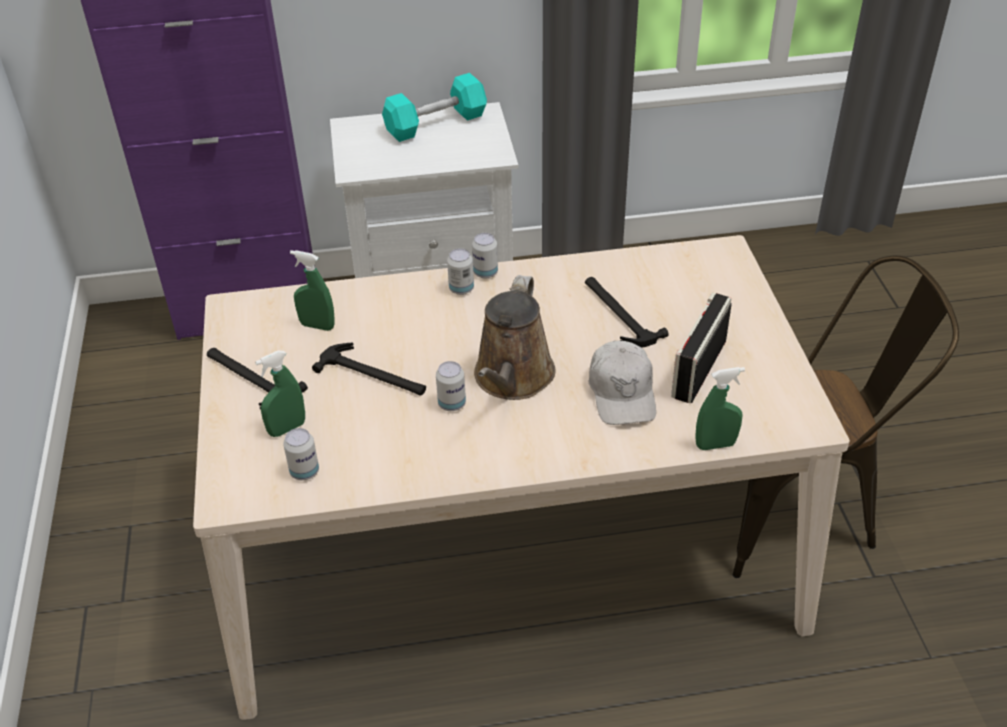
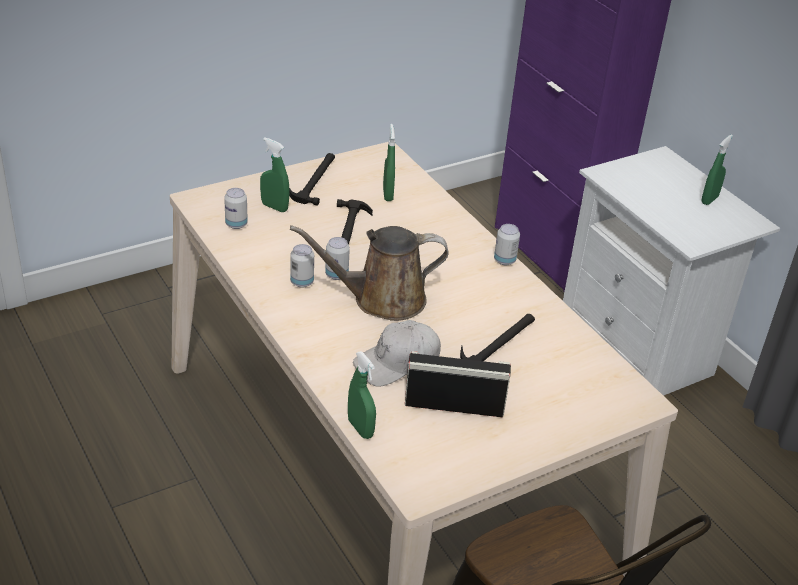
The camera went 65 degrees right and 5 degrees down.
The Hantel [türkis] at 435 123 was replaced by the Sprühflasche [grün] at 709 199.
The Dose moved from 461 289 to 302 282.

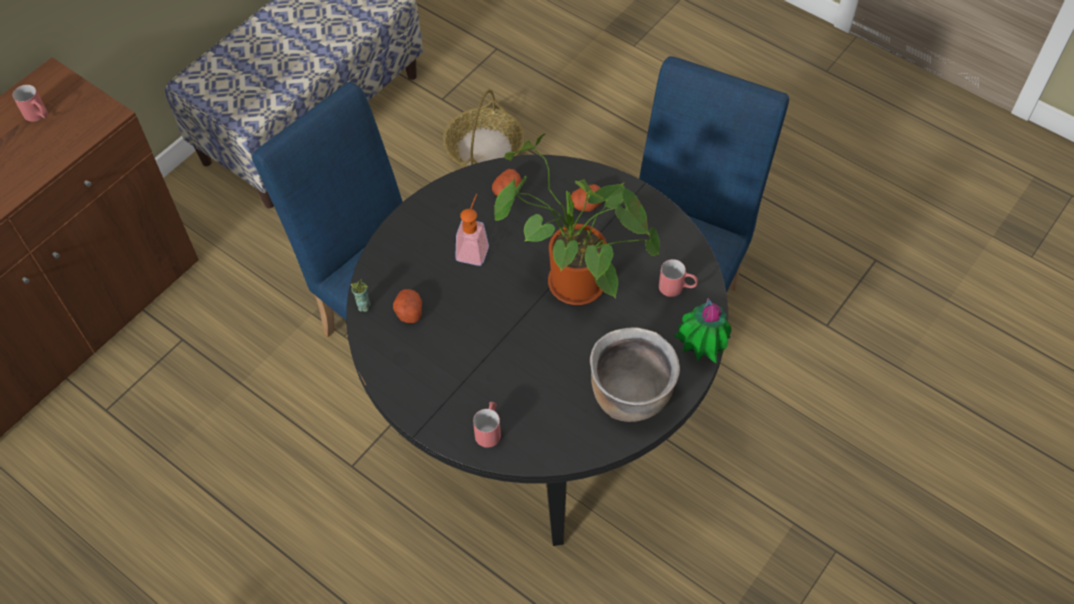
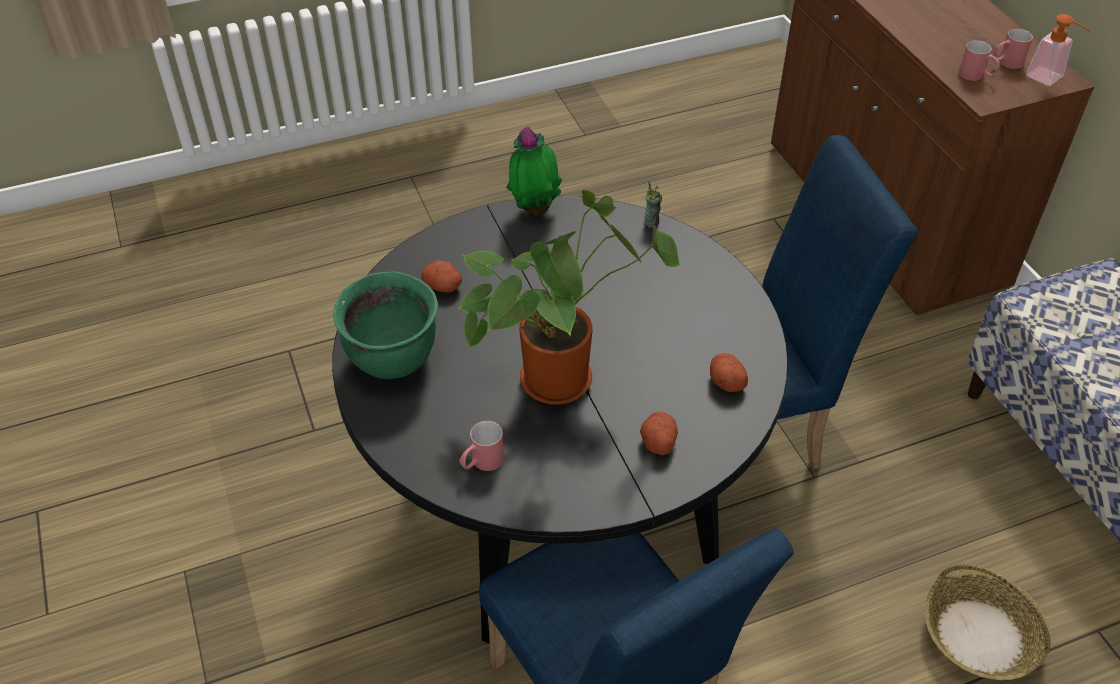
The camera went 120 degrees right and 10 degrees down.
The Seifenspender moved from 474 248 to 1050 79.
The Kartoffel moved from 408 311 to 443 286.
The Topfpflanze moved from 699 354 to 535 209.
The Kochtopf [braun] at 630 396 became the Kochtopf [grün] at 393 359.
The Henkelbecher [rot] moved from 489 429 to 976 76.

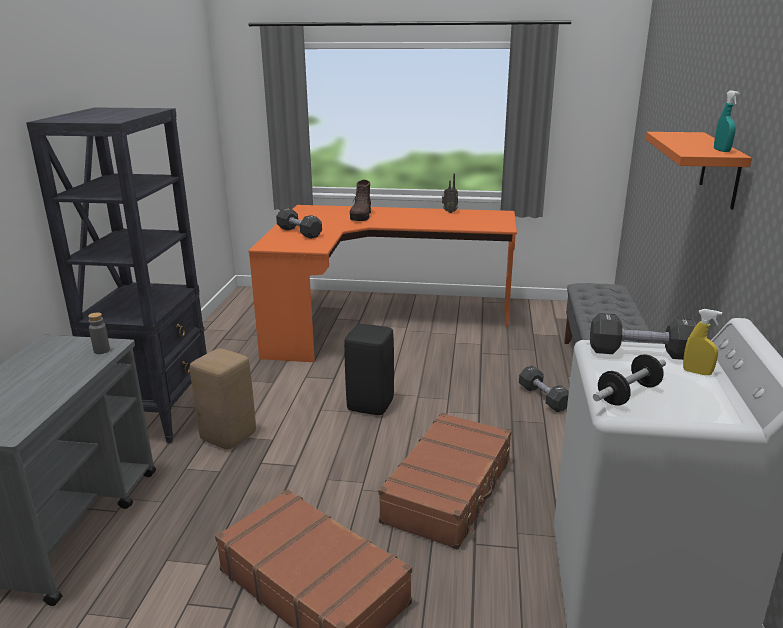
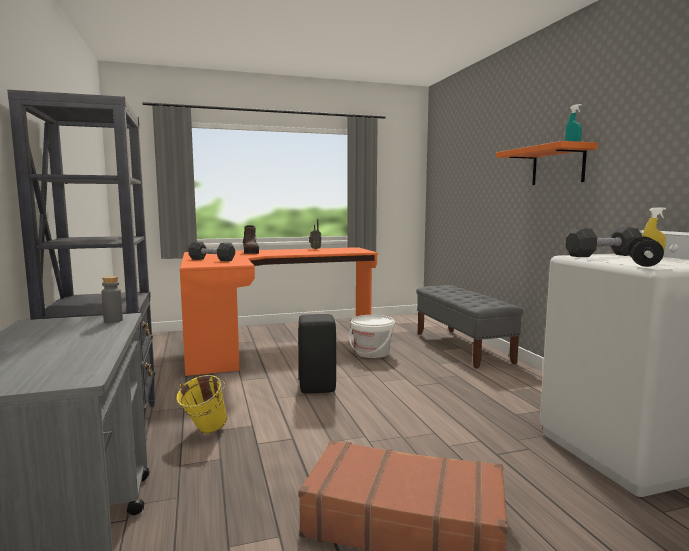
The camera went 25 degrees left and 15 degrees down.
The Hocker [beige] at 227 437 was replaced by the Eimer [gelb] at 204 432.
The Hantel [schwarz] at 543 398 disappeared.
The Koffer [braun] at 449 490 disappeared.
The Eimer [weiß] at 372 353 appeared.

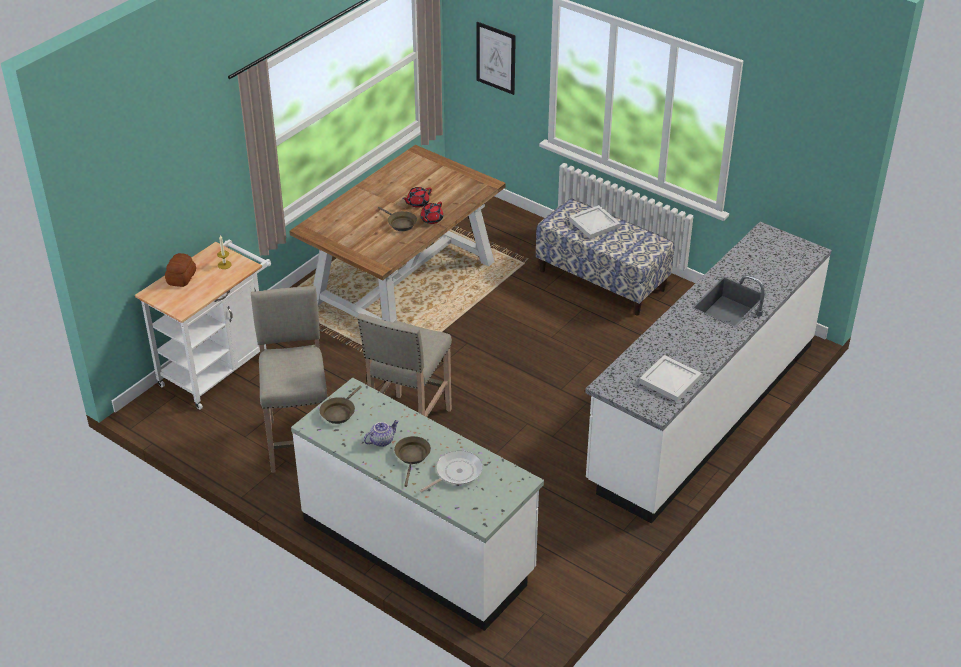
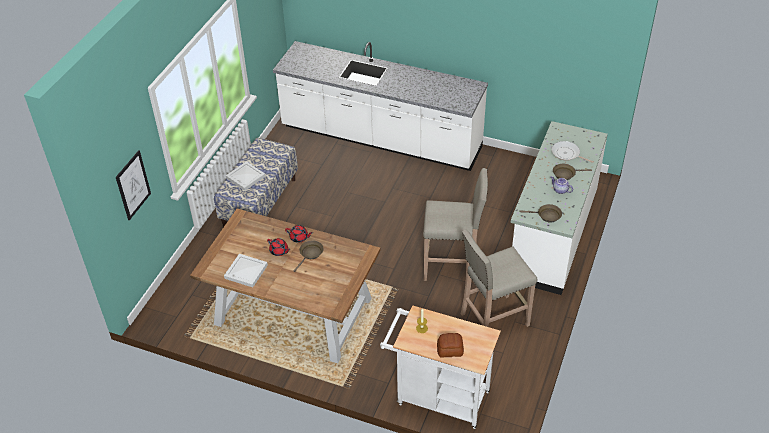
The camera went 105 degrees left and 5 degrees up.
The Tablett [weiß] moved from 670 381 to 247 271.

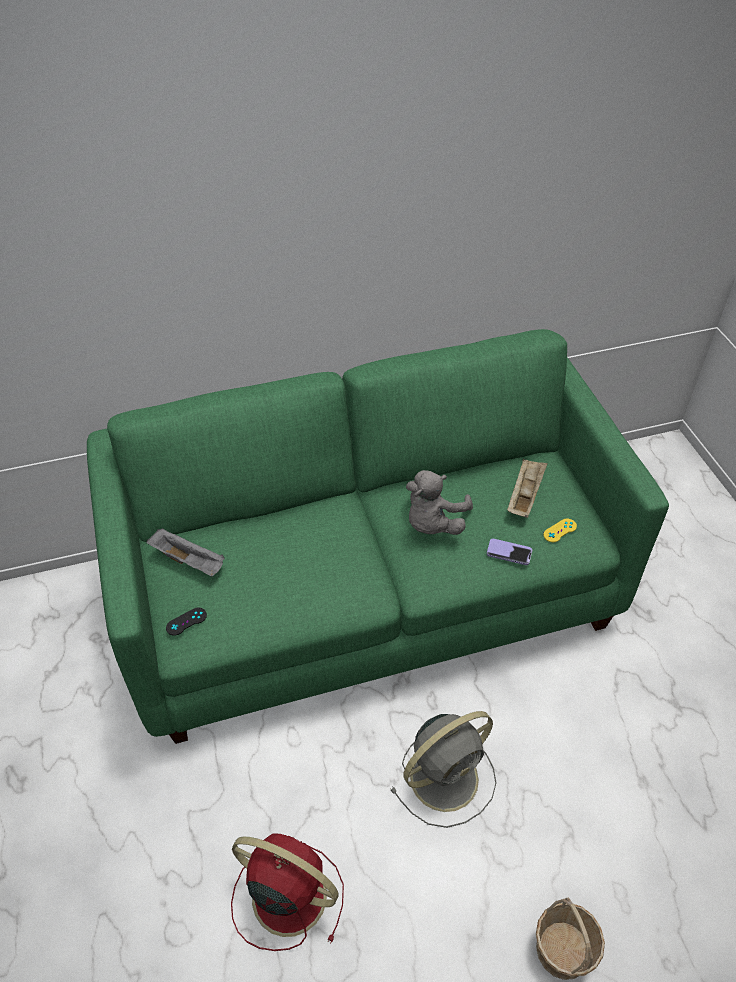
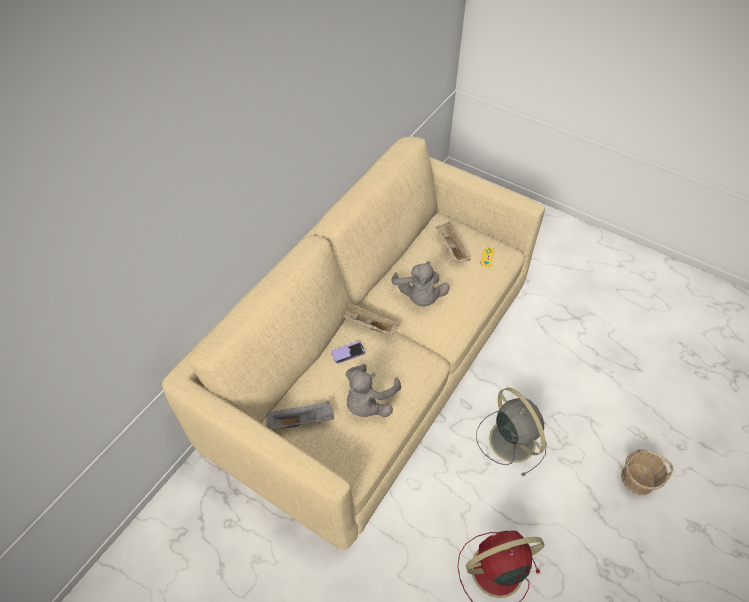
The camera went 40 degrees left and 5 degrees up.
The Sofa [grün] at 369 594 became the Sofa [beige] at 374 369.
The Handy moved from 509 553 to 348 353.
The Gamepad [schwarz] at 186 621 disappeared.
The Ventilator [grau] at 446 776 turned 45 degrees counterclockwise.
The Tablett [beige] at 368 325 appeared.
The Plüschtier [grau] at 368 402 appeared.

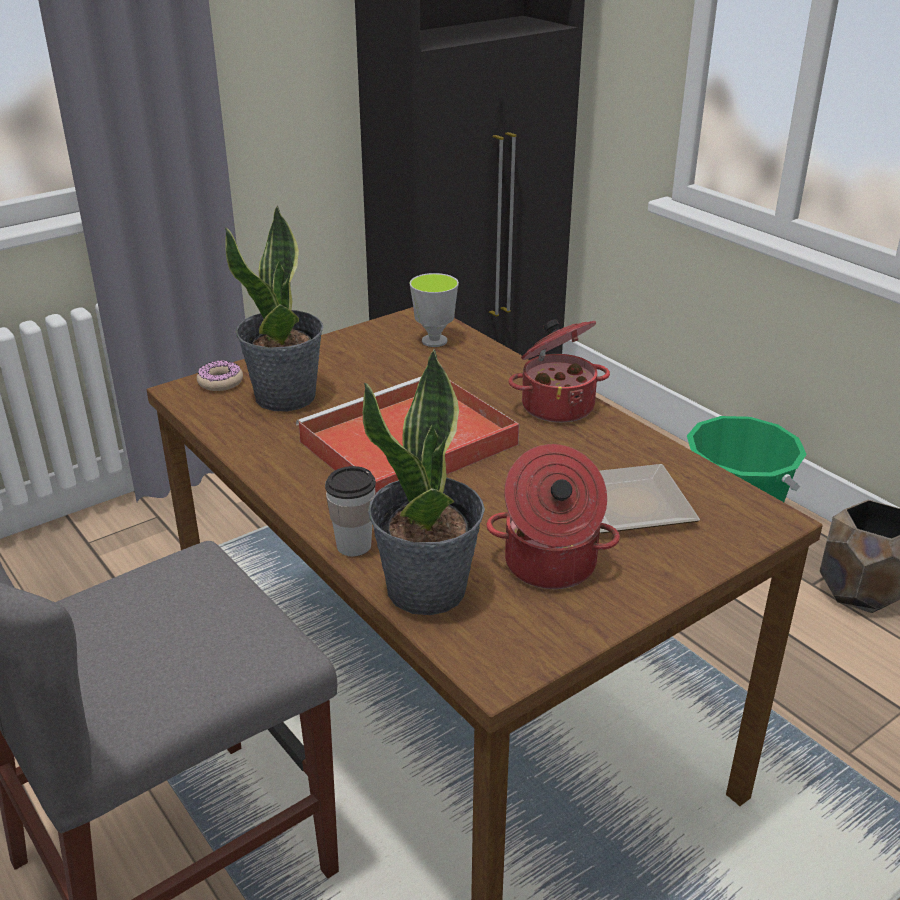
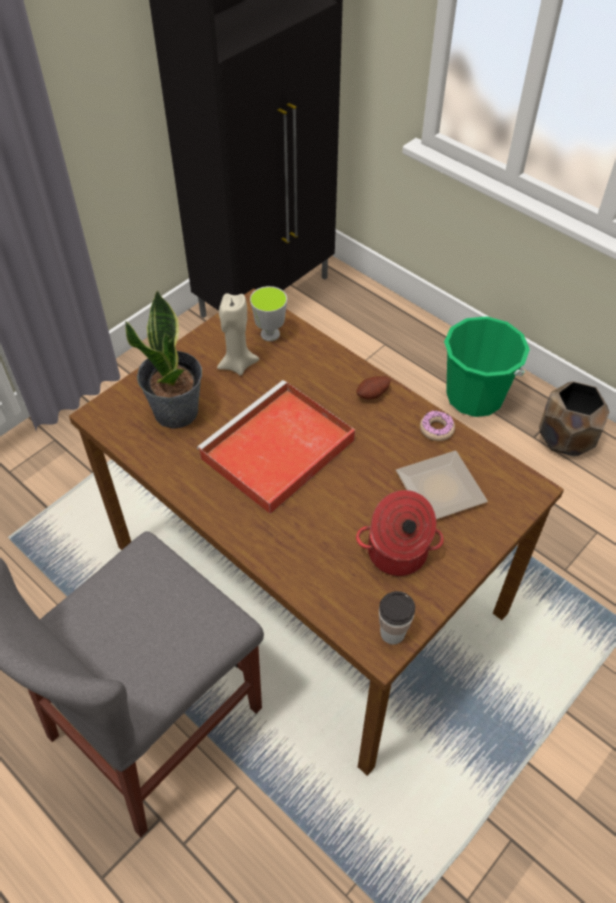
The camera went 10 degrees left and 20 degrees up.
The Kochtopf at 557 405 was replaced by the Kartoffel at 373 395.
The Topfpflanze at 428 589 disappeared.
The Donut moved from 220 382 to 436 429.
The Tasse moved from 354 545 to 392 633.
The Kerze [beige] at 237 364 appeared.

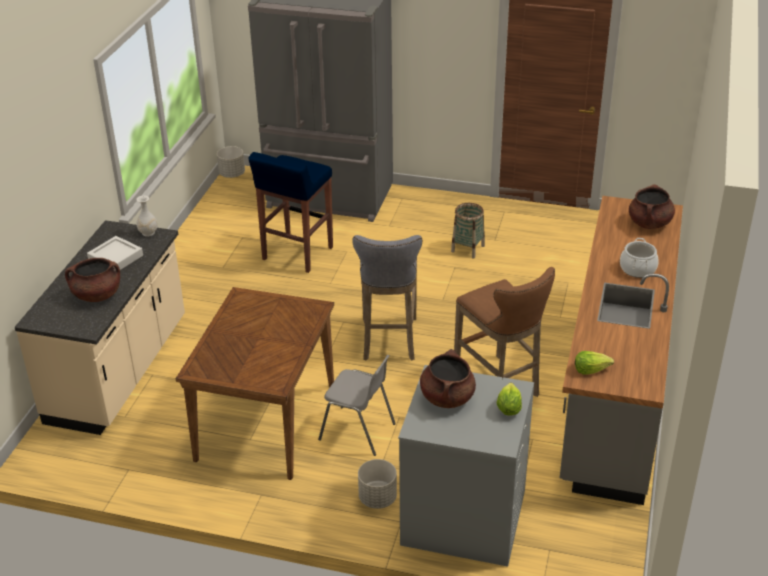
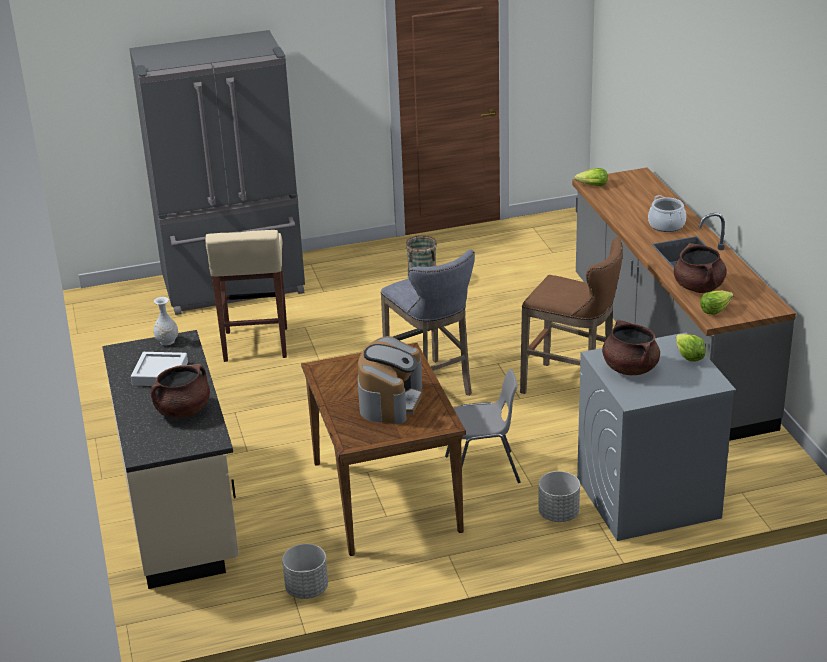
The camera went 30 degrees left and 5 degrees down.
The Pflanzkübel [grau] moved from 232 174 to 306 589.
The Hocker [blau] at 297 254 became the Hocker [beige] at 255 345.
The Kochtopf [braun] moved from 649 223 to 699 287.
The Salatkopf at 592 185 appeared.
The Kaffeemaschine at 390 401 appeared.

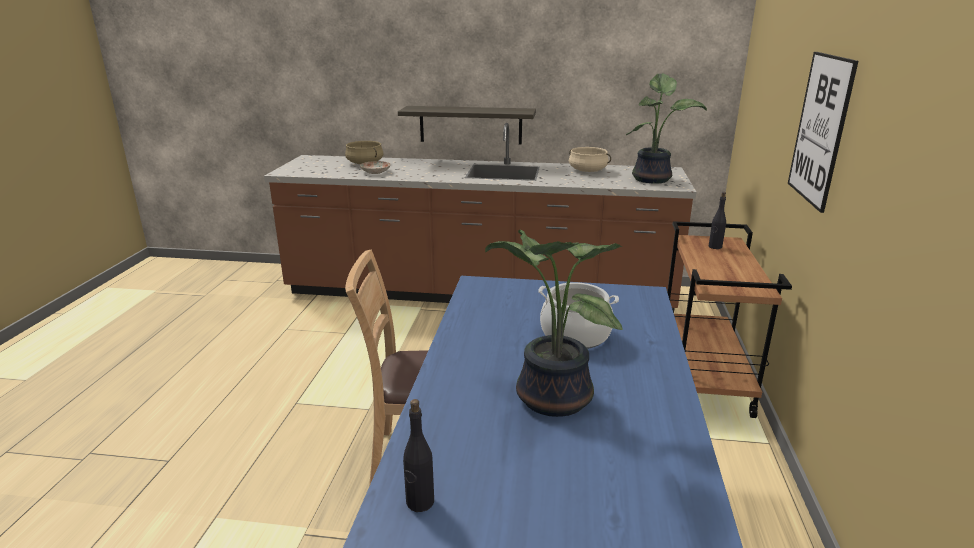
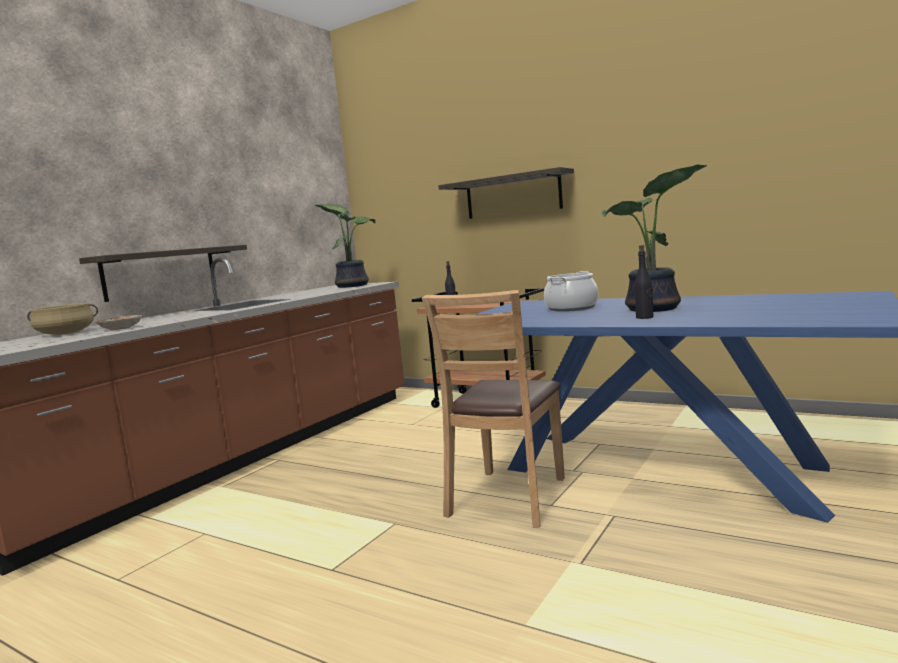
The camera went 65 degrees left and 15 degrees down.
The Bild at 820 129 was replaced by the Wandregal at 513 195.
The Kochtopf [beige] at 588 170 disappeared.
The Flasche [schwarz] moved from 420 502 to 645 317.

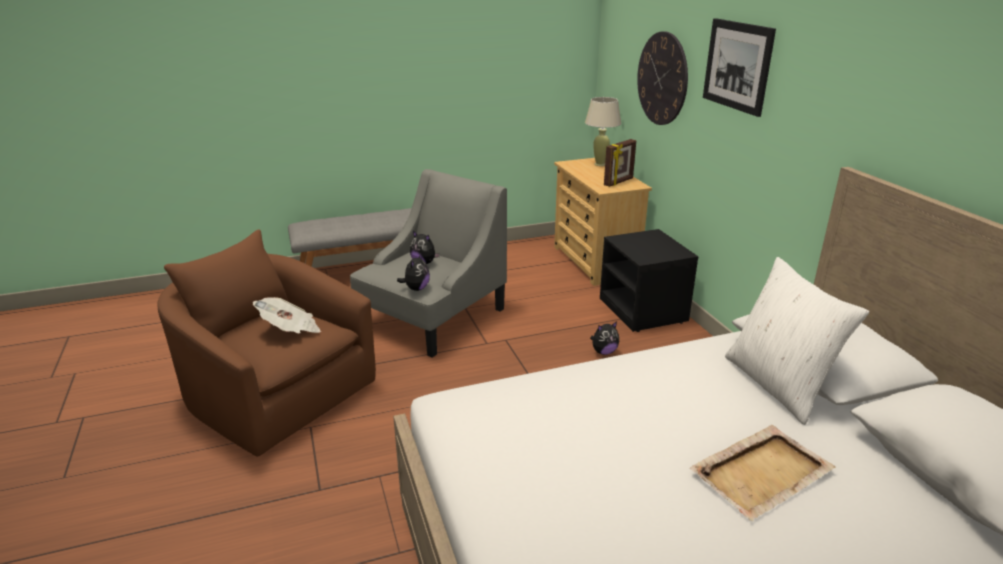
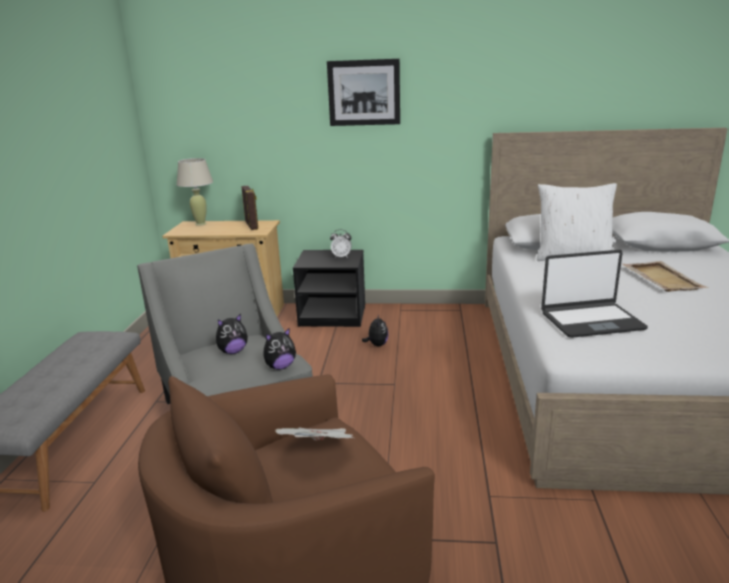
The camera went 65 degrees left and 5 degrees down.
The Wanduhr at 662 79 disappeared.
The Plüschtier at 416 288 turned 105 degrees clockwise.
The Wecker at 341 256 appeared.
The Laptop at 591 321 appeared.

